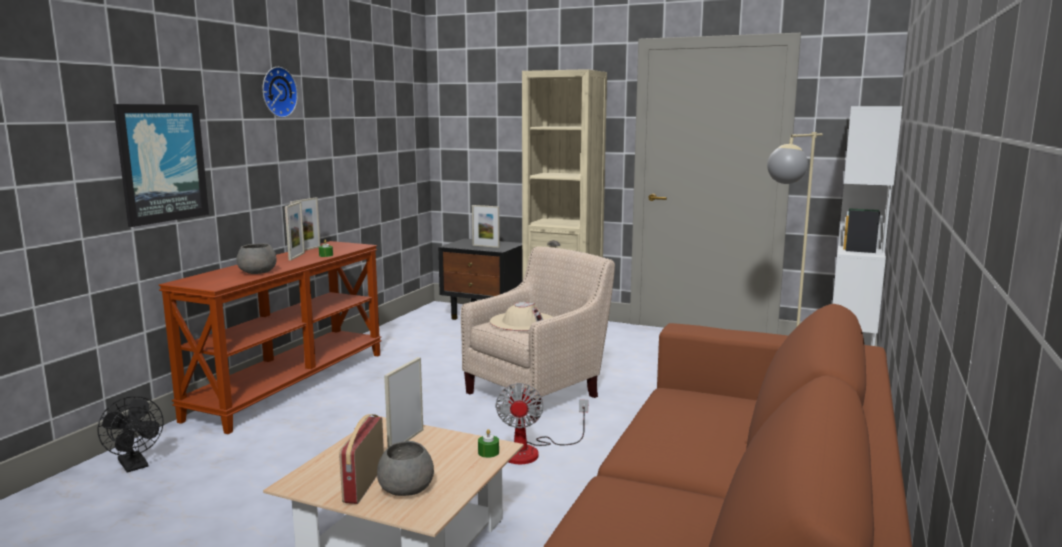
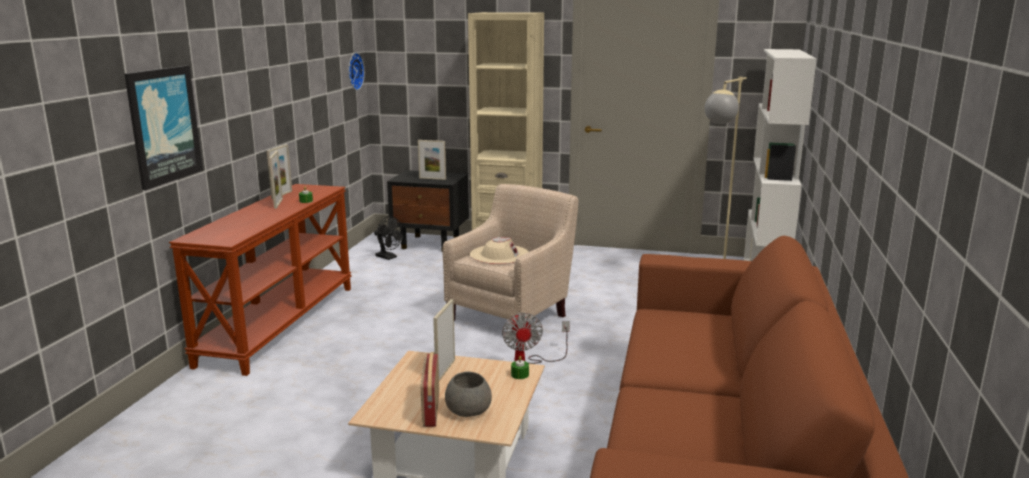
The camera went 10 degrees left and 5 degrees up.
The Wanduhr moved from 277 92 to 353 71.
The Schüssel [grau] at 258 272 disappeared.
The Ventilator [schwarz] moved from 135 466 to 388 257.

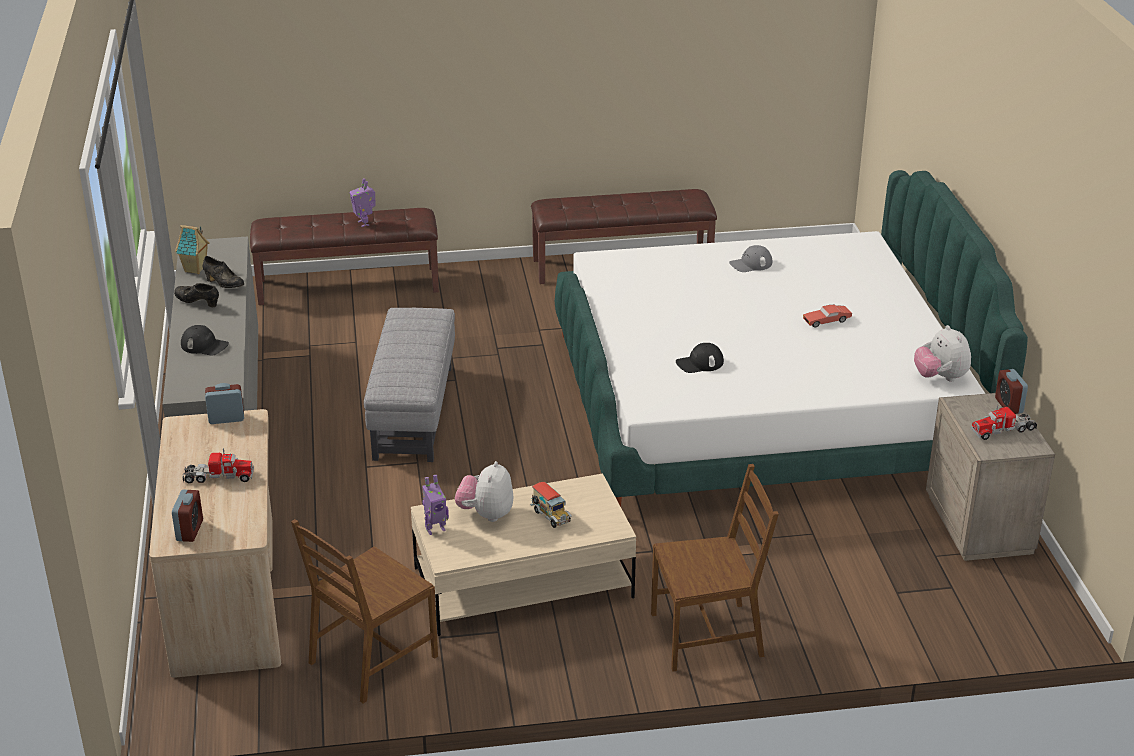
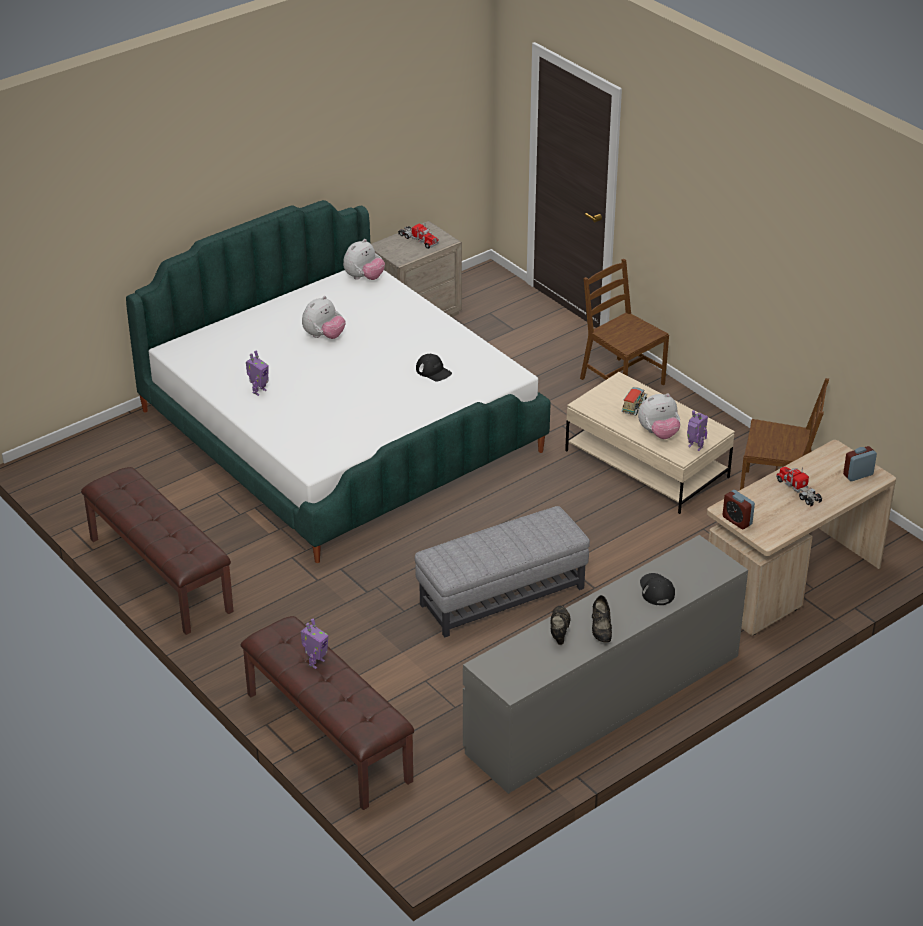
The camera went 120 degrees left and 5 degrees up.
The Spielzeughaus at 195 269 disappeared.
The Kappe [grau] at 750 264 was replaced by the Spielzeugroboter at 258 391.
The Spielzeugauto [rot] at 826 321 was replaced by the Plüschtier at 324 336.
The Wecker at 1008 405 disappeared.

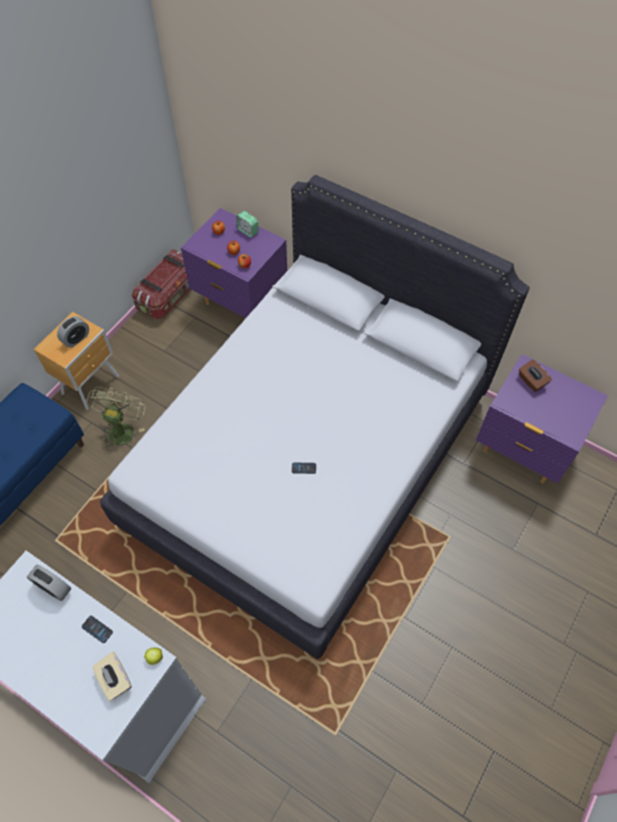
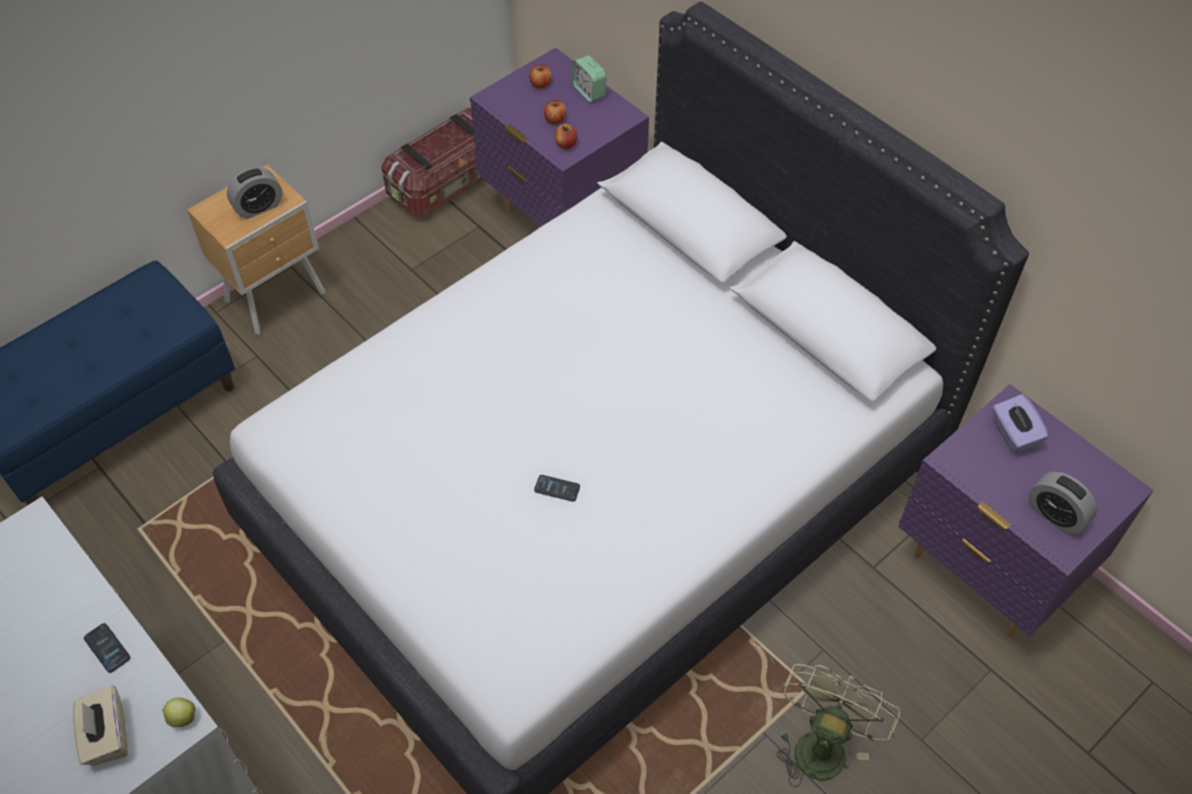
The camera went 15 degrees right and 5 degrees down.
The Taschentuchbox [braun] at 531 381 became the Taschentuchbox [lila] at 1013 434.
The Ventilator [grün] moved from 122 429 to 821 743.
The Wecker moved from 54 587 to 1055 515.

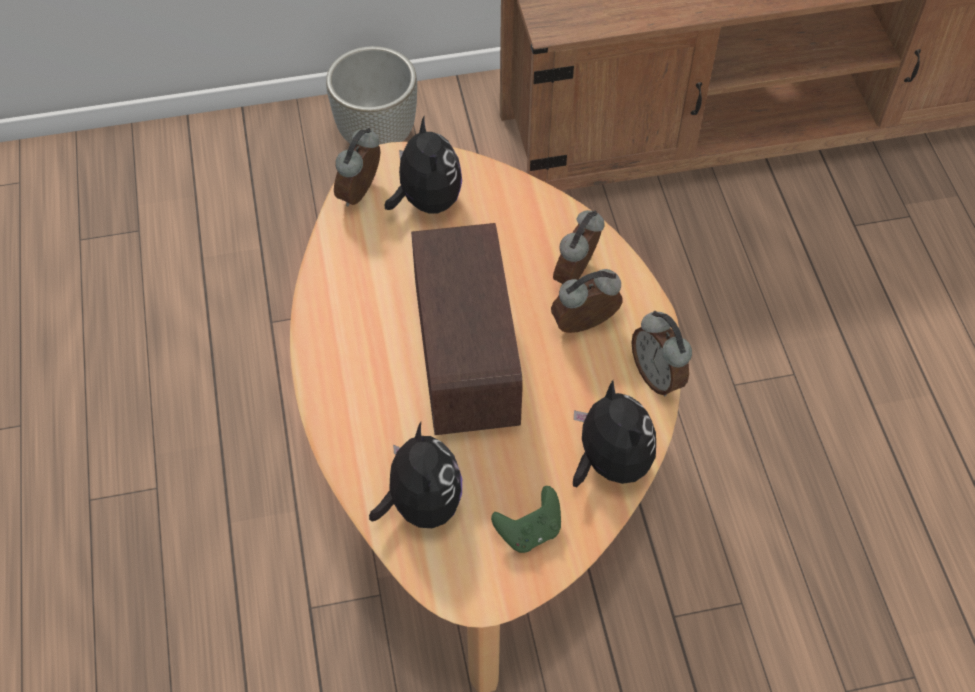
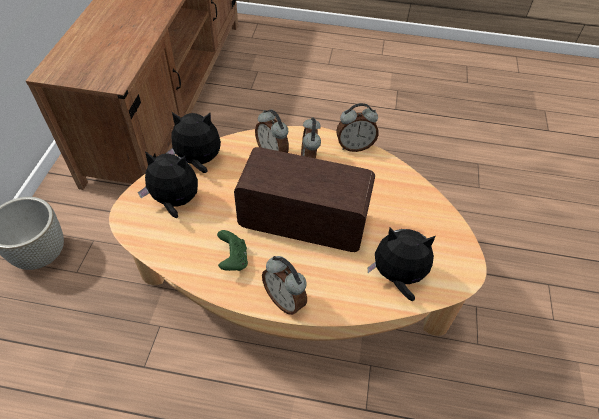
The camera went 70 degrees left and 5 degrees down.
The Wecker moved from 362 193 to 285 300.
The Plüschtier moved from 609 463 to 198 161.
The Gamepad [grün] moved from 529 531 to 233 259.

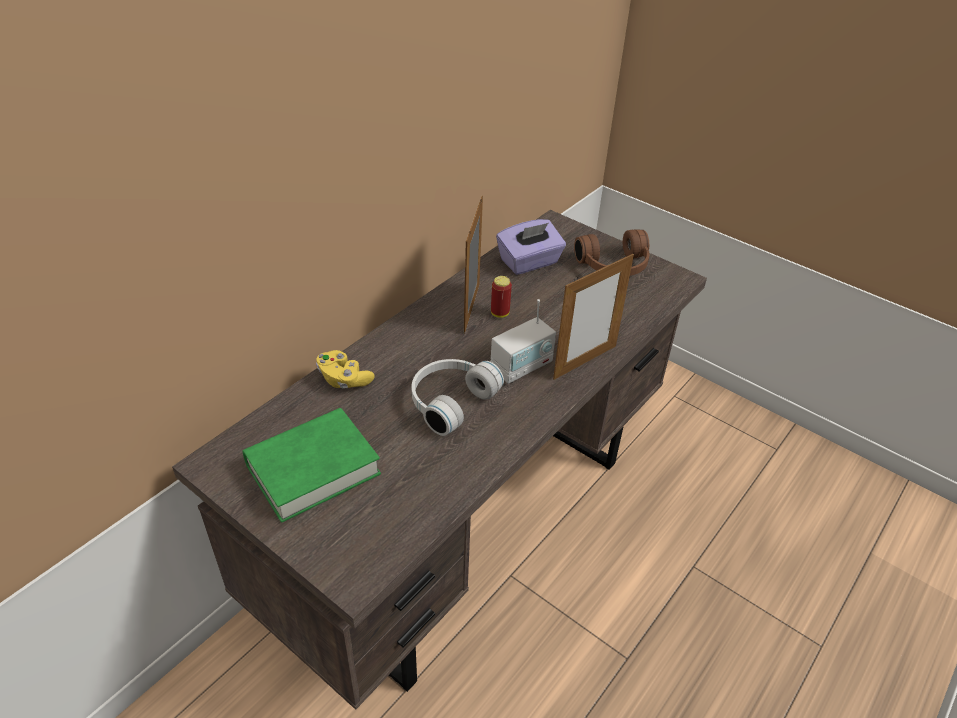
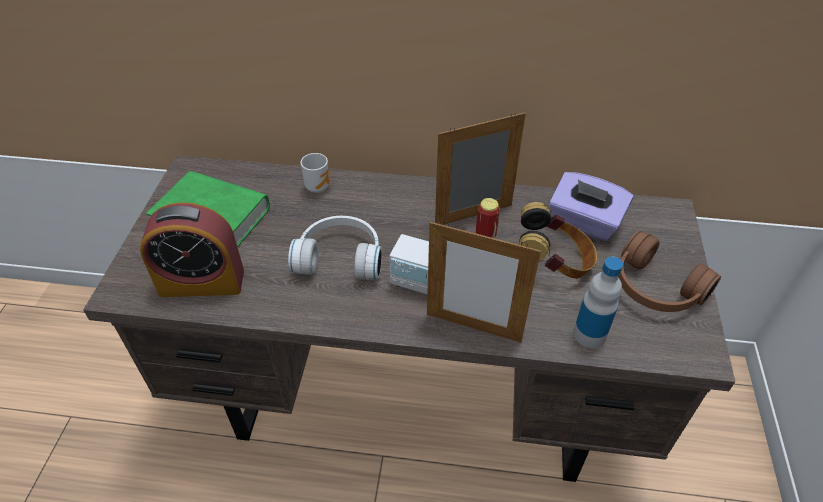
The camera went 60 degrees right and 5 degrees up.
The Gamepad [gelb] at 344 379 was replaced by the Henkelbecher at 318 186.
The Wecker at 202 282 appeared.
The Kopfhörer at 553 263 appeared.
The Flasche at 589 334 appeared.

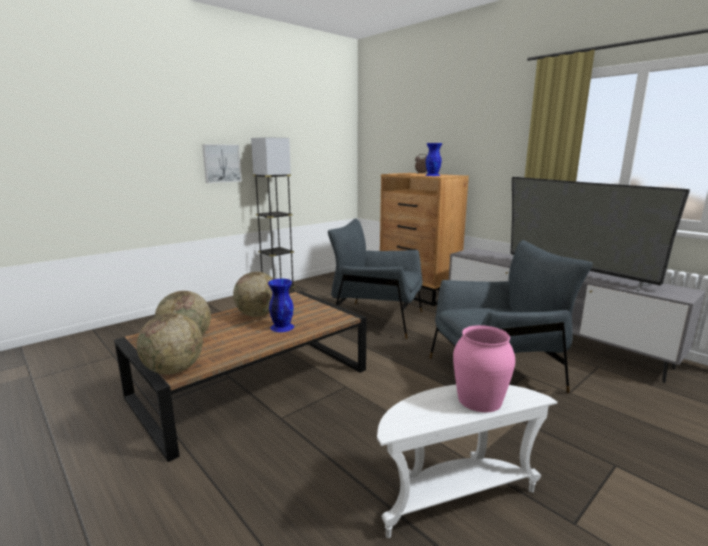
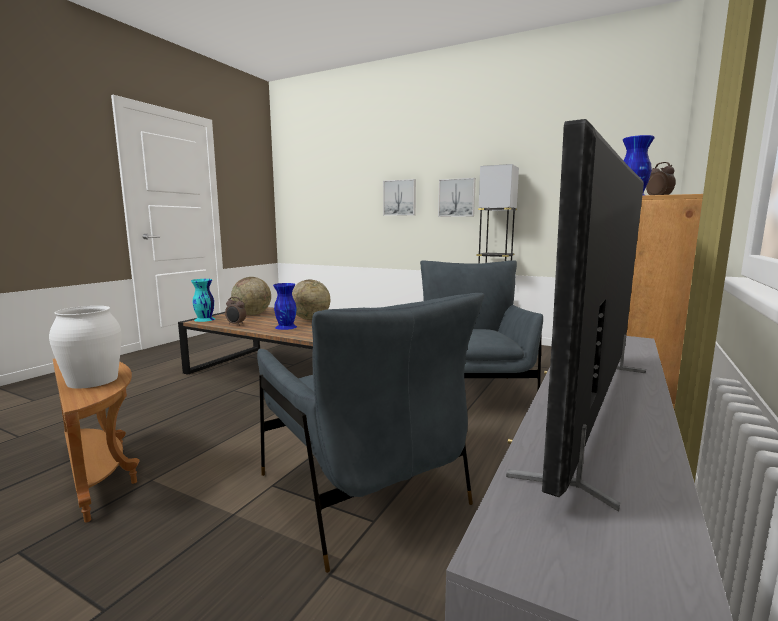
The camera went 70 degrees right and 5 degrees down.
The Globus at 174 370 was replaced by the Vase [türkis] at 204 319.
The Vase [rosa] at 479 400 became the Vase [weiß] at 92 380.
The Beistelltisch [weiß] at 453 497 became the Beistelltisch [braun] at 101 473.
The Bild at 400 198 appeared.
The Wecker at 236 324 appeared.

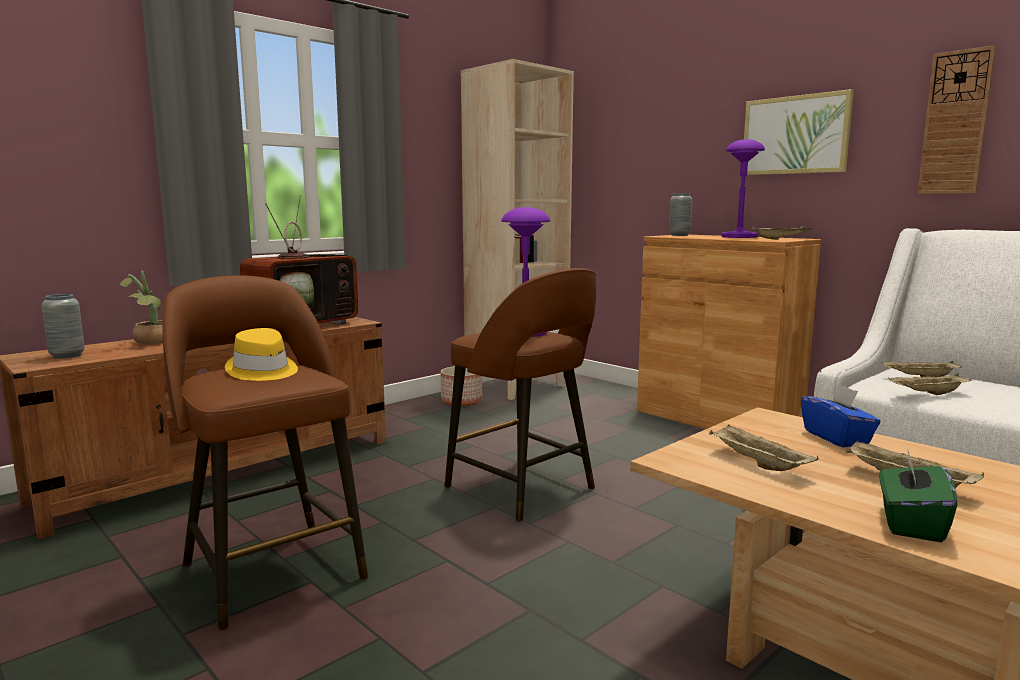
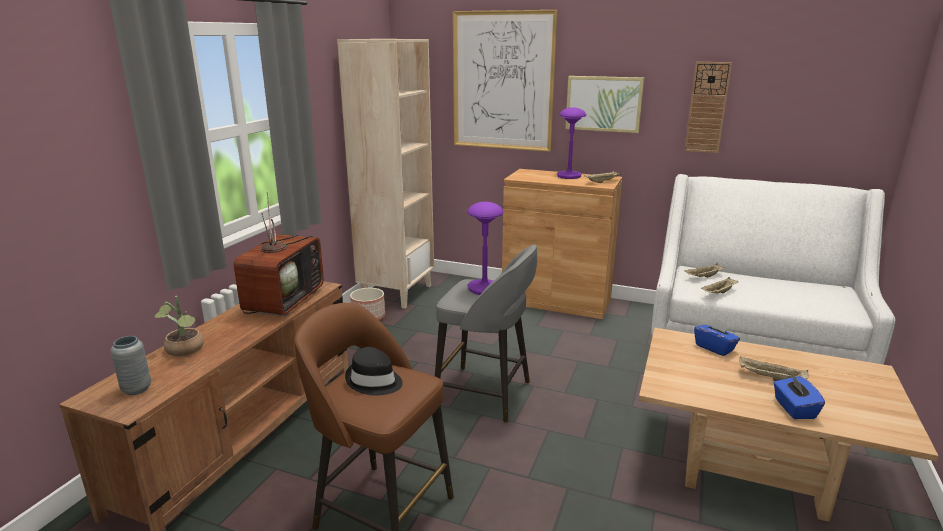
The camera went 25 degrees left and 10 degrees up.
The Vase [grau] at 679 235 disappeared.
The Hocker [braun] at 523 489 became the Hocker [grau] at 486 394.
The Hut [gelb] at 262 371 became the Hut [schwarz] at 374 381.
The Tablett [beige] at 757 463 disappeared.
The Taschentuchbox [grün] at 910 523 became the Taschentuchbox [blau] at 794 409.
The Bild at 503 81 appeared.

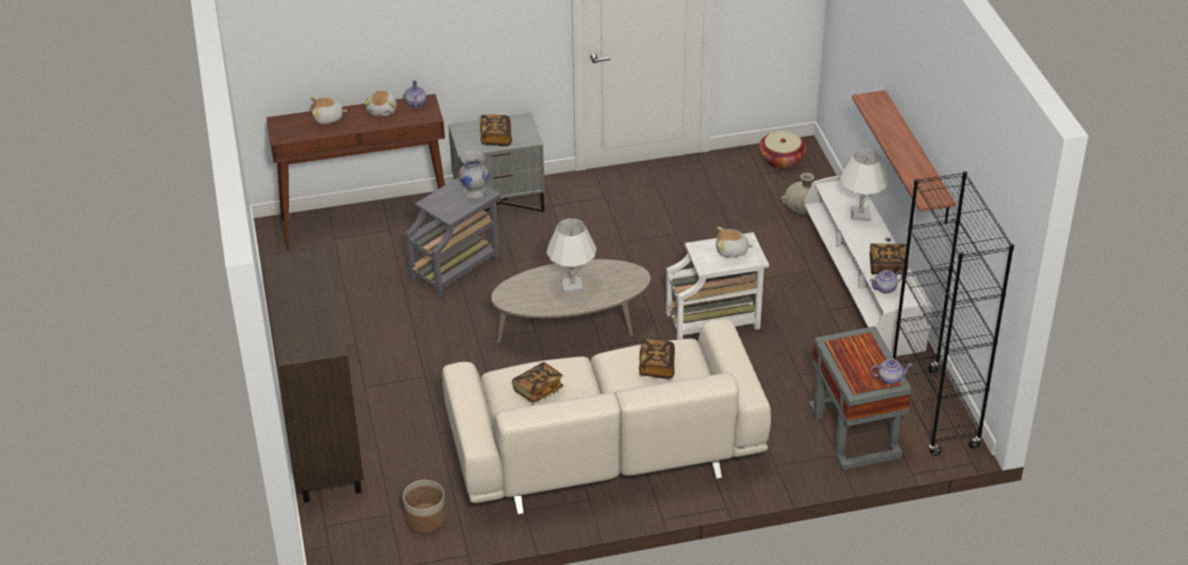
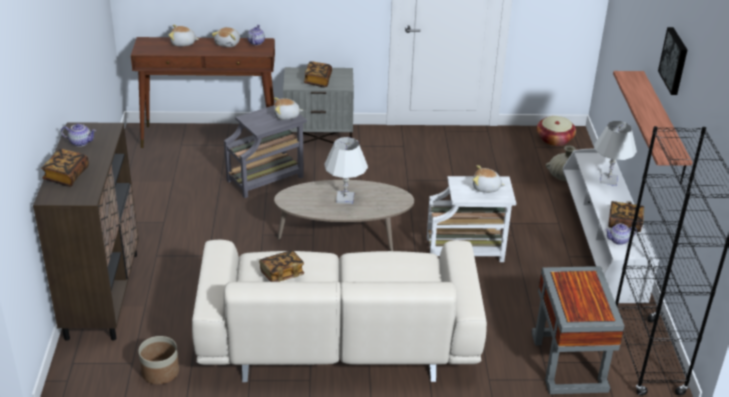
The camera went 10 degrees right and 5 degrees down.
The Vase [weiß] at 475 192 was replaced by the Plüschtier at 286 116.
The Buch moved from 656 366 to 66 176.
The Teekanne moved from 889 378 to 80 142.
The Bild at 675 60 appeared.

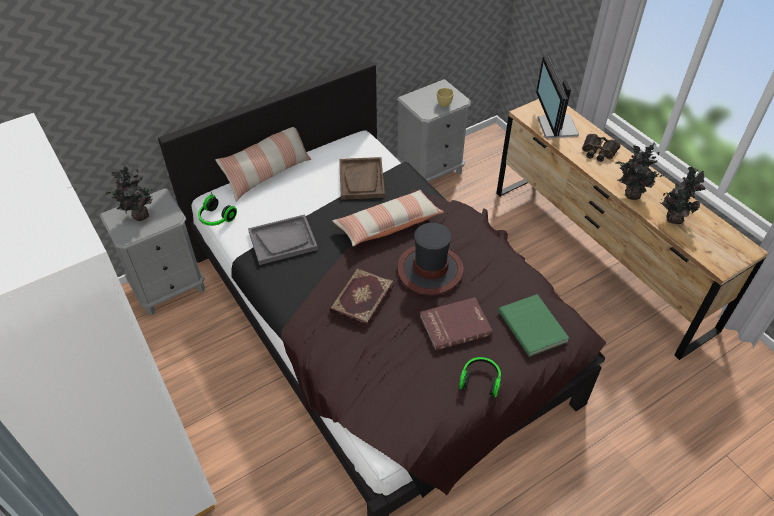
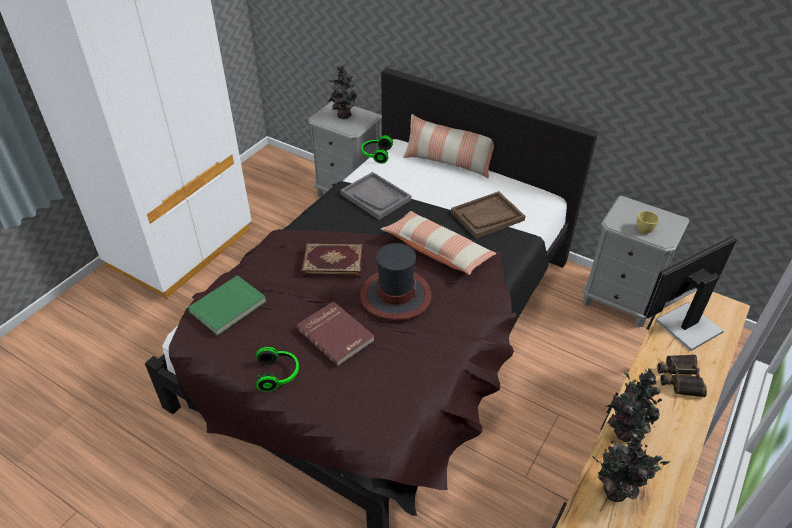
The camera went 65 degrees right and 5 degrees down.
The Buch [grün] moved from 533 326 to 228 307.

